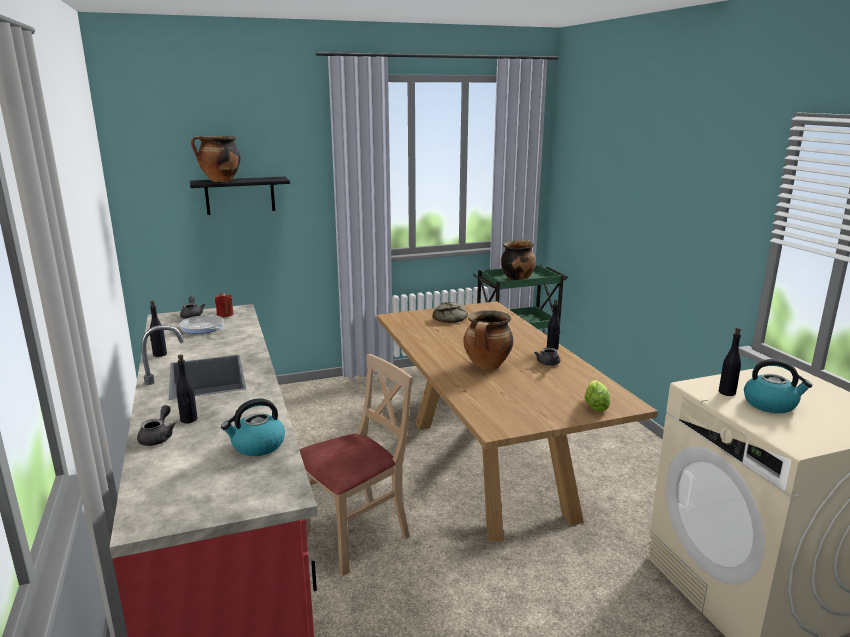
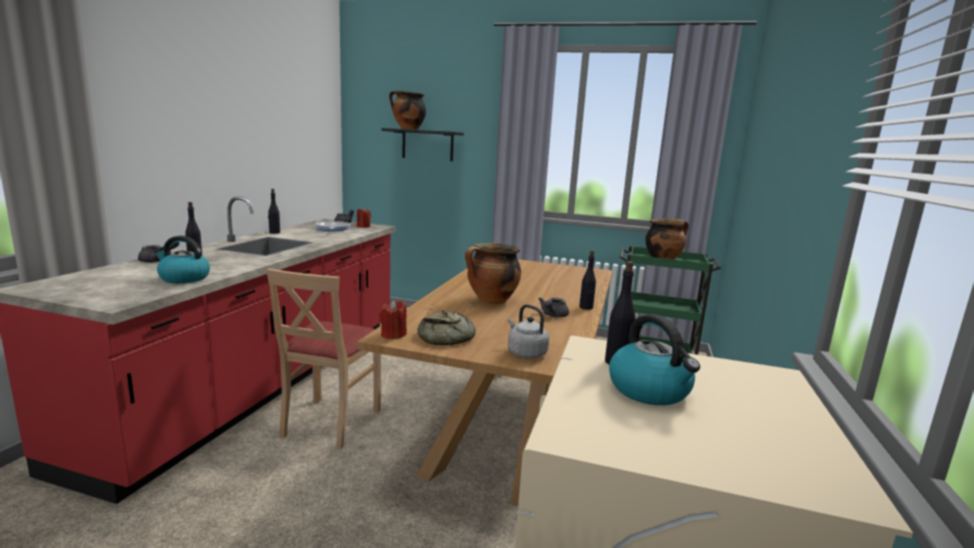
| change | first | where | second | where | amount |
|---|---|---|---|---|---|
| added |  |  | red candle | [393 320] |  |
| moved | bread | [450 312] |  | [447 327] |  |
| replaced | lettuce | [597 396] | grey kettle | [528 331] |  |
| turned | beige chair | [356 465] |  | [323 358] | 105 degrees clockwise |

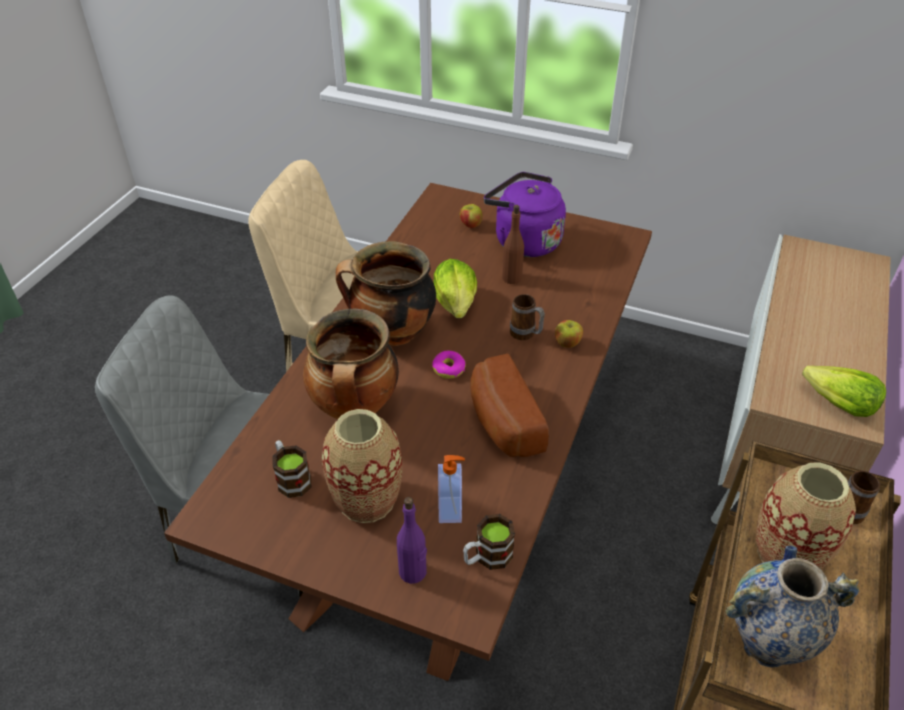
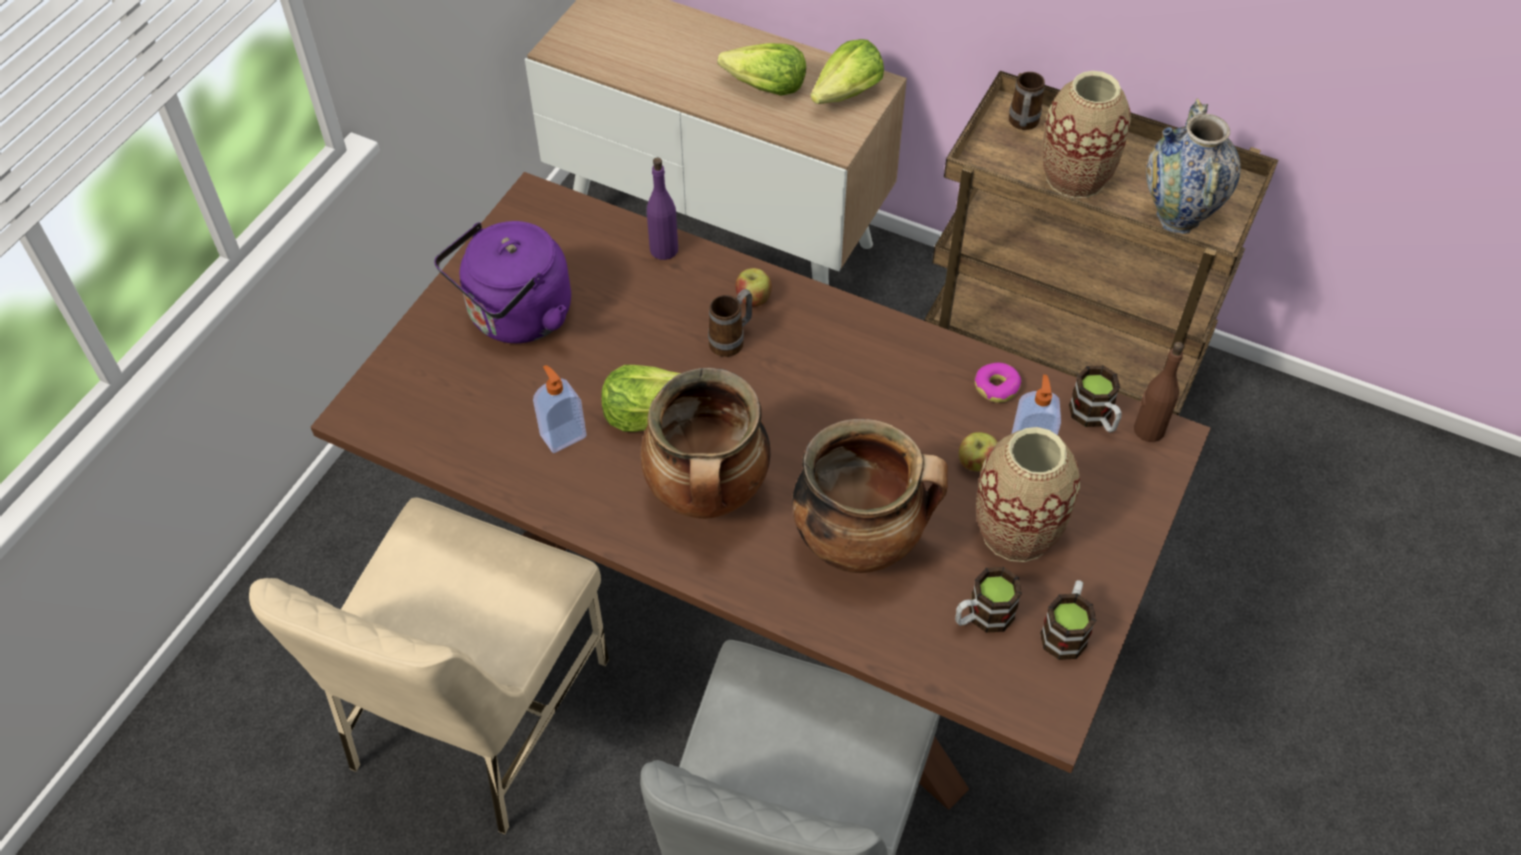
| change | first | where | second | where | amount |
|---|---|---|---|---|---|
| removed | bread | [509 405] |  |  |  |
| added |  |  | soap dispenser | [560 409] |  |
| added |  |  | lettuce | [761 69] |  |
| added |  |  | mug | [1068 620] |  |
| moved | purple bottle | [412 540] |  | [662 209] |  |
| moved | donut | [449 365] |  | [998 383] |  |
| moved | apple | [471 216] |  | [978 451] |  |
| moved | brown bottle | [513 244] |  | [1159 392] |  |

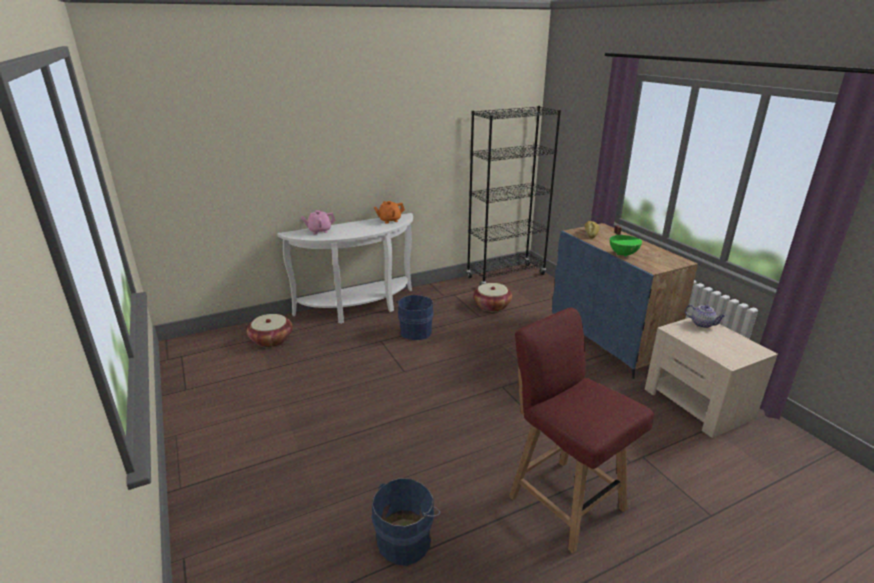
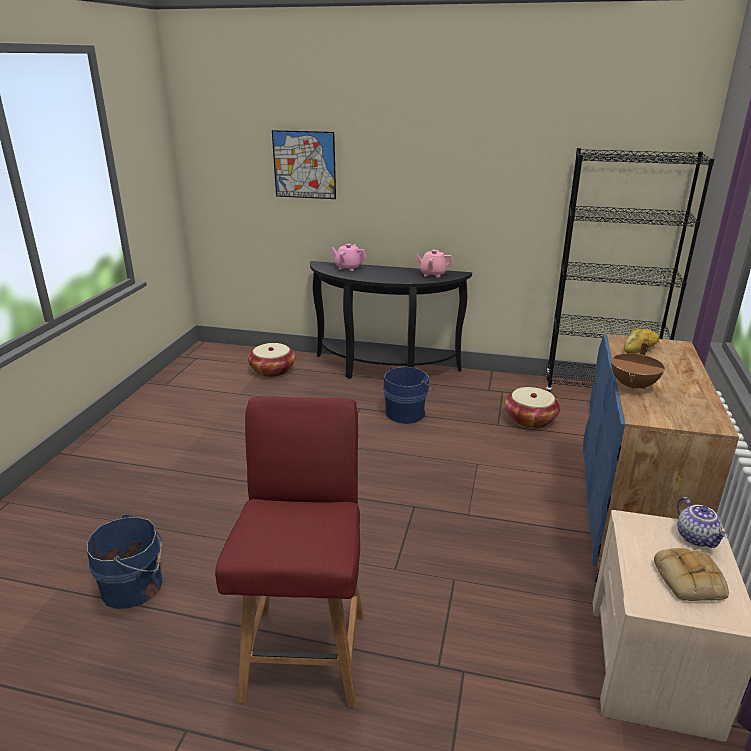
| change | first | where | second | where | amount |
|---|---|---|---|---|---|
| added |  |  | picture | [304 164] |  |
| added |  |  | bread | [691 574] |  |
| recoloured | white console table | [345 268] | black console table | [391 319] |  |
| recoloured | orange teapot | [389 212] | pink teapot | [433 264] |  |
| recoloured | green cooking pot | [626 241] | brown cooking pot | [638 365] |  |

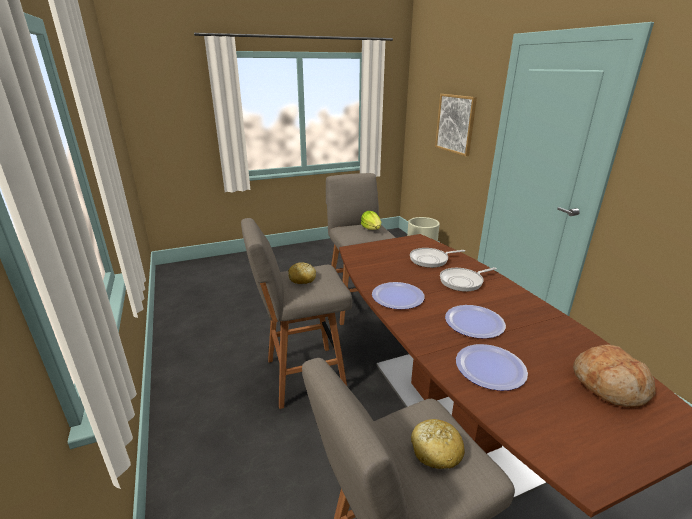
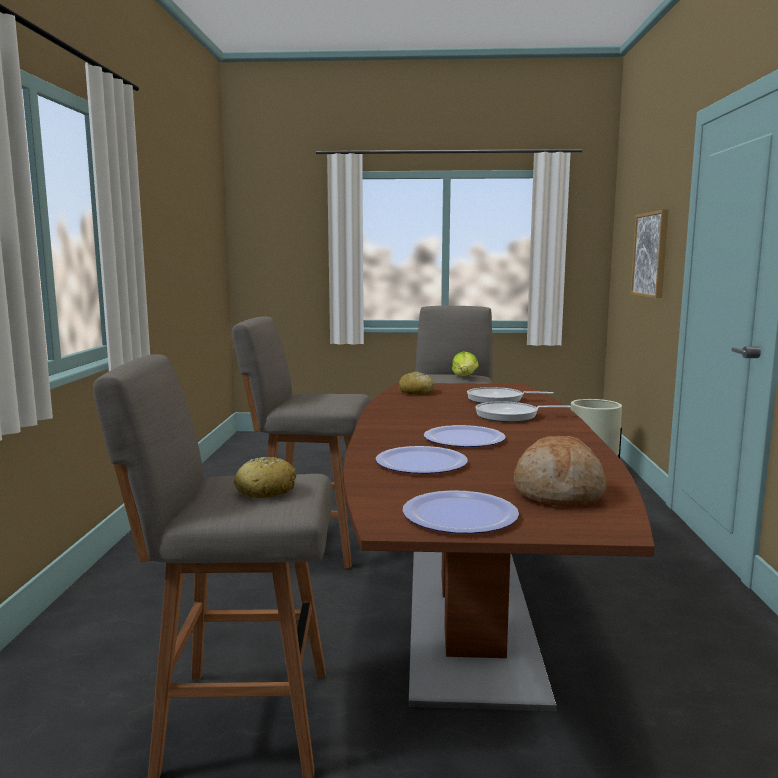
| change | first | where | second | where | amount |
|---|---|---|---|---|---|
| moved | bread | [302 273] |  | [416 383] |  |
| moved | plate | [398 295] |  | [461 512] |  |

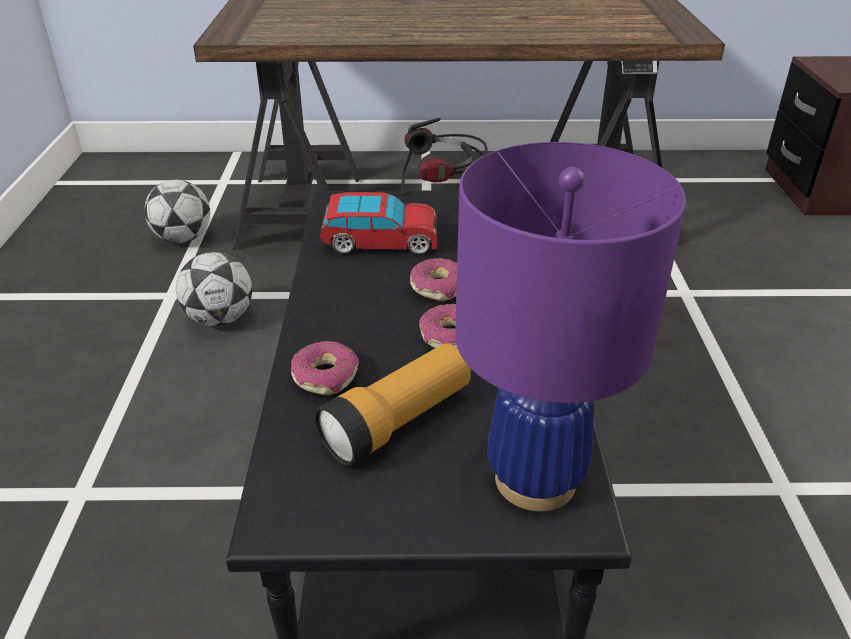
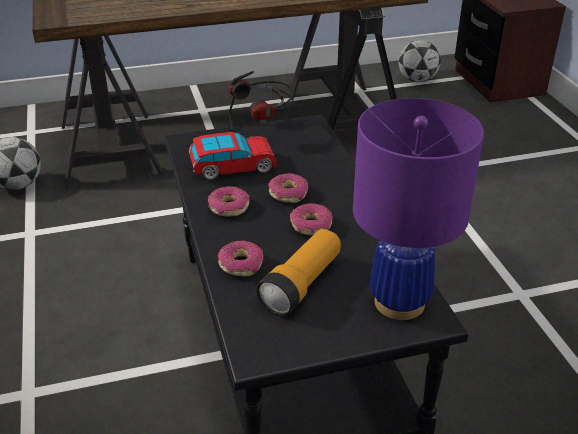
| change | first | where | second | where | amount |
|---|---|---|---|---|---|
| added |  |  | donut | [228 201] |  |
| moved | football | [214 289] |  | [419 61] |  |

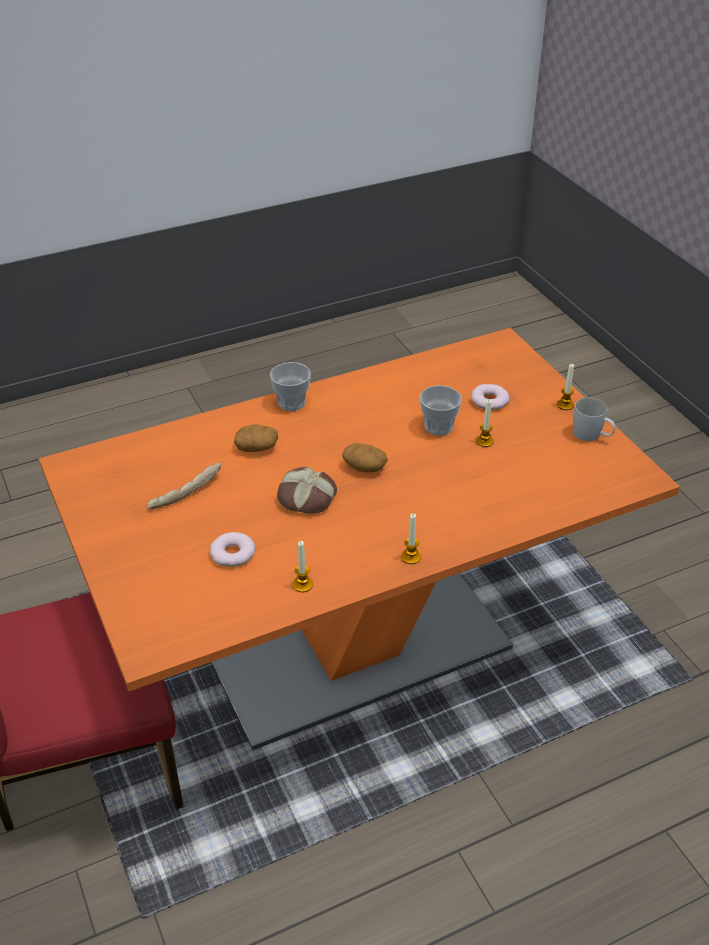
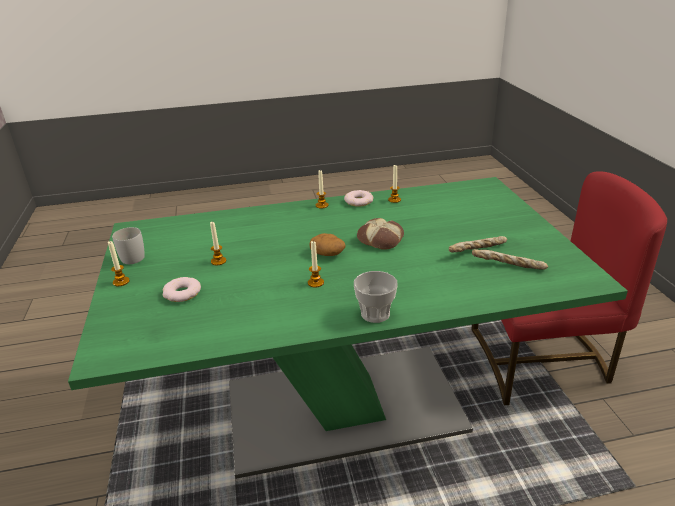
| change | first | where | second | where | amount |
|---|---|---|---|---|---|
| removed | potato | [256 438] |  |  |  |
| removed | cup | [440 410] |  |  |  |
| added |  |  | candle | [316 264] |  |
| added |  |  | bread | [510 259] |  |
| moved | donut | [232 549] |  | [359 198] |  |
| recoloured | orange dining table | [359 539] | green dining table | [348 328] |  |

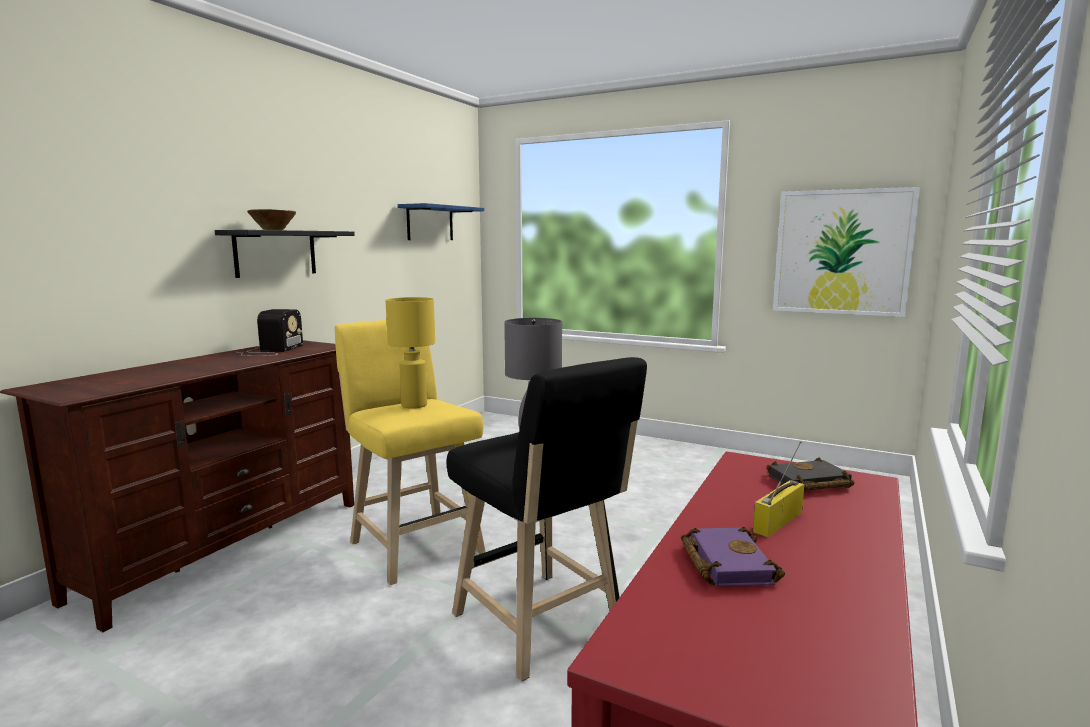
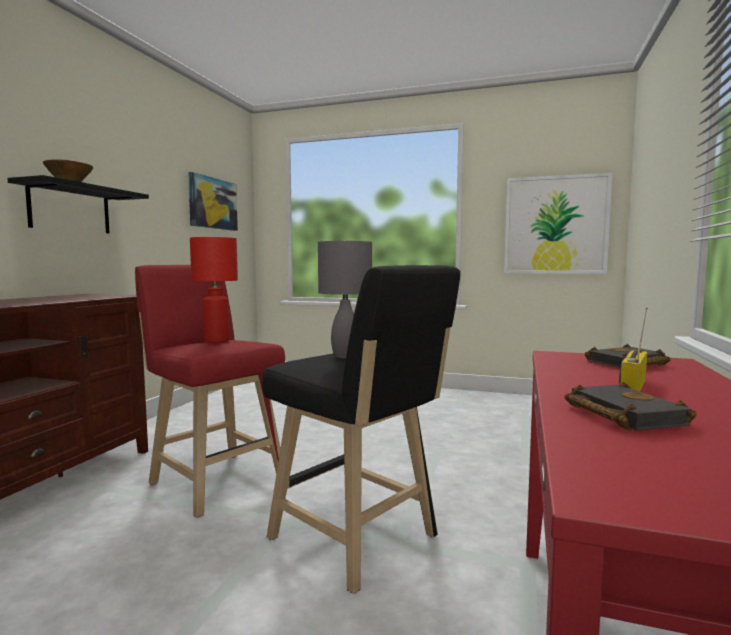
| change | first | where | second | where | amount |
|---|---|---|---|---|---|
| removed | radio | [271 332] |  |  |  |
| replaced | blue shelf | [441 221] | picture | [213 201] |  |
| recoloured | yellow stool | [410 452] | red stool | [210 391] |  |
| recoloured | yellow table lamp | [410 353] | red table lamp | [214 290] |  |
| recoloured | purple book | [733 556] | black book | [630 406] |  |

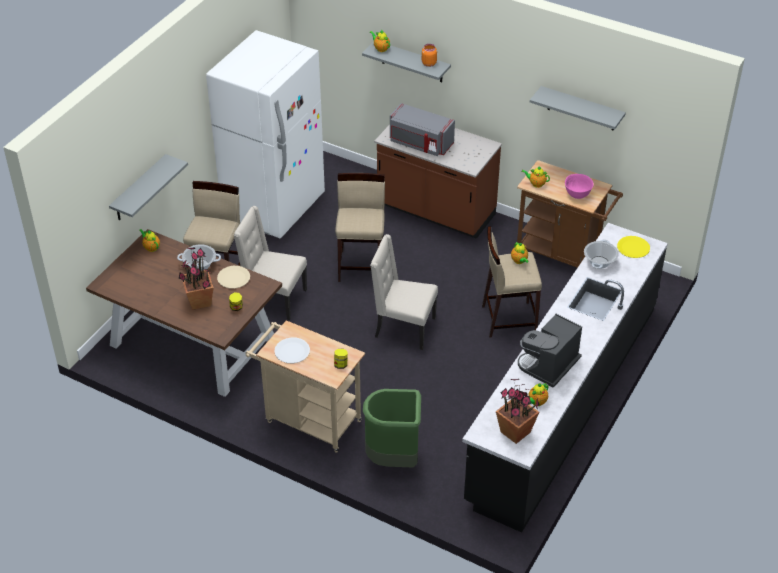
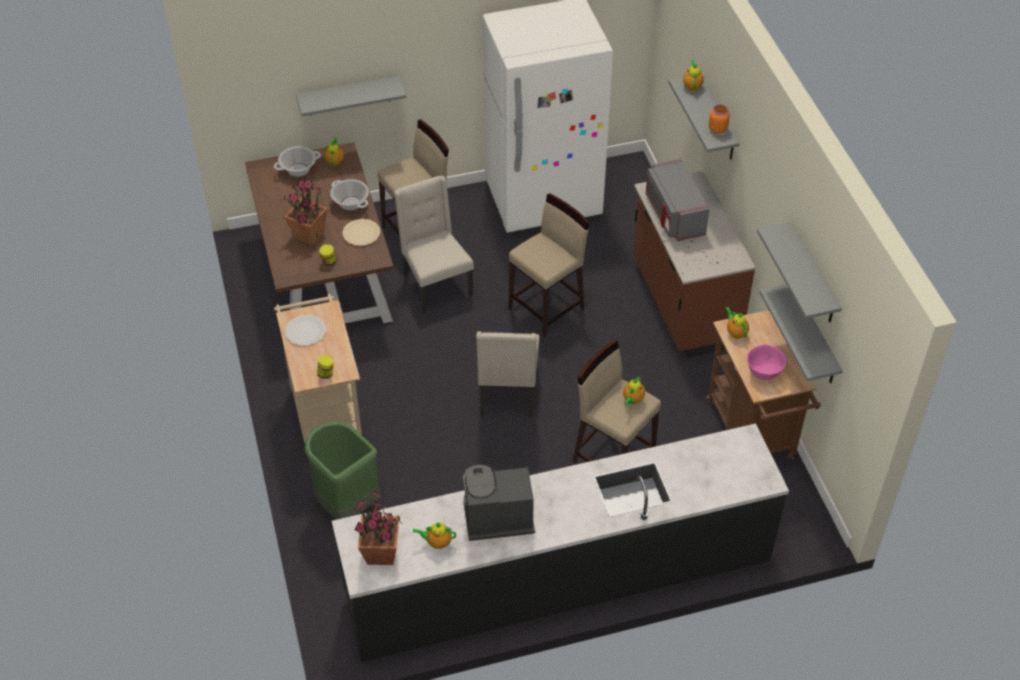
| change | first | where | second | where | amount |
|---|---|---|---|---|---|
| removed | yellow plate | [633 247] |  |  |  |
| added |  |  | grey shelf | [801 333] |  |
| moved | cooking pot | [601 254] |  | [297 161] |  |
| turned | beige chair | [404 292] |  | [508 373] | 150 degrees counterclockwise |

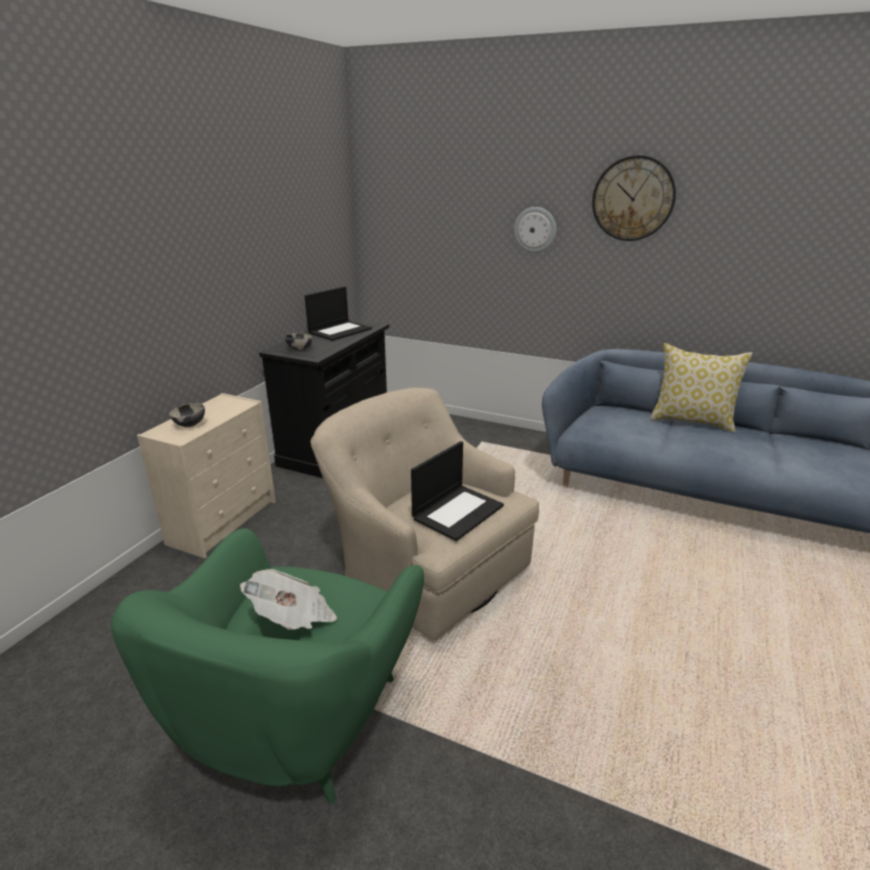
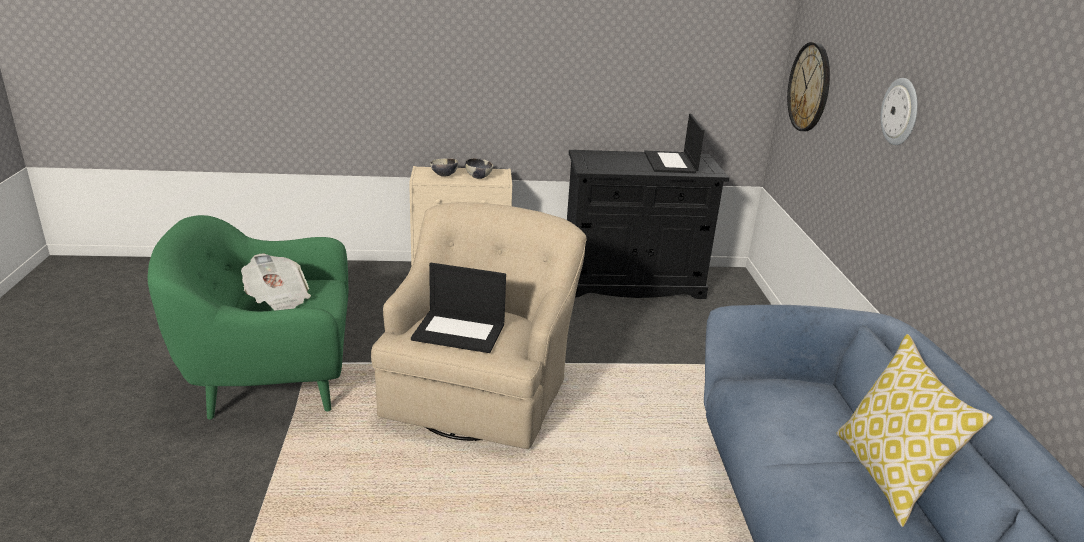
| change | first | where | second | where | amount |
|---|---|---|---|---|---|
| moved | bowl | [299 342] |  | [479 168] |  |
| moved | wall clock | [634 198] |  | [808 86] |  |
| turned | laptop | [338 314] |  | [674 143] | 75 degrees clockwise |

